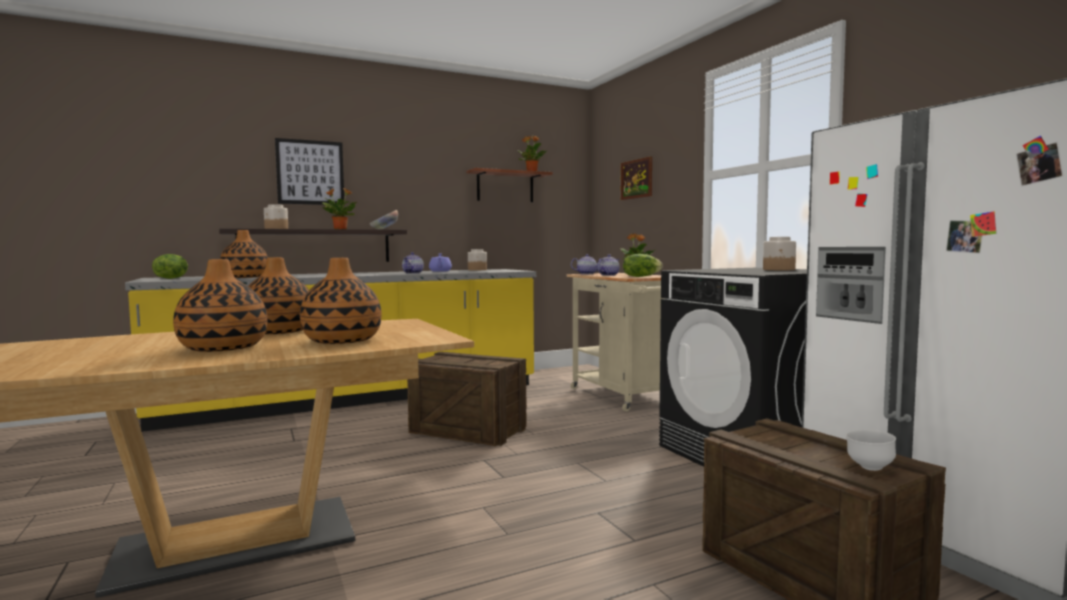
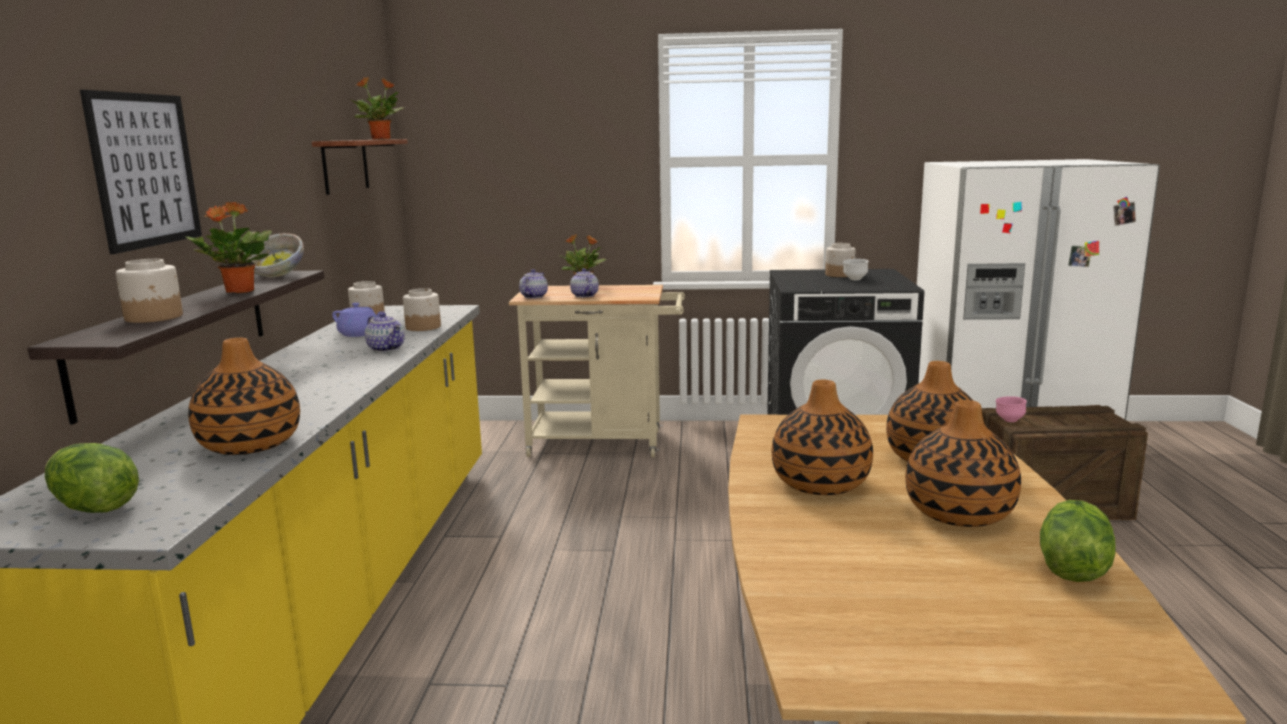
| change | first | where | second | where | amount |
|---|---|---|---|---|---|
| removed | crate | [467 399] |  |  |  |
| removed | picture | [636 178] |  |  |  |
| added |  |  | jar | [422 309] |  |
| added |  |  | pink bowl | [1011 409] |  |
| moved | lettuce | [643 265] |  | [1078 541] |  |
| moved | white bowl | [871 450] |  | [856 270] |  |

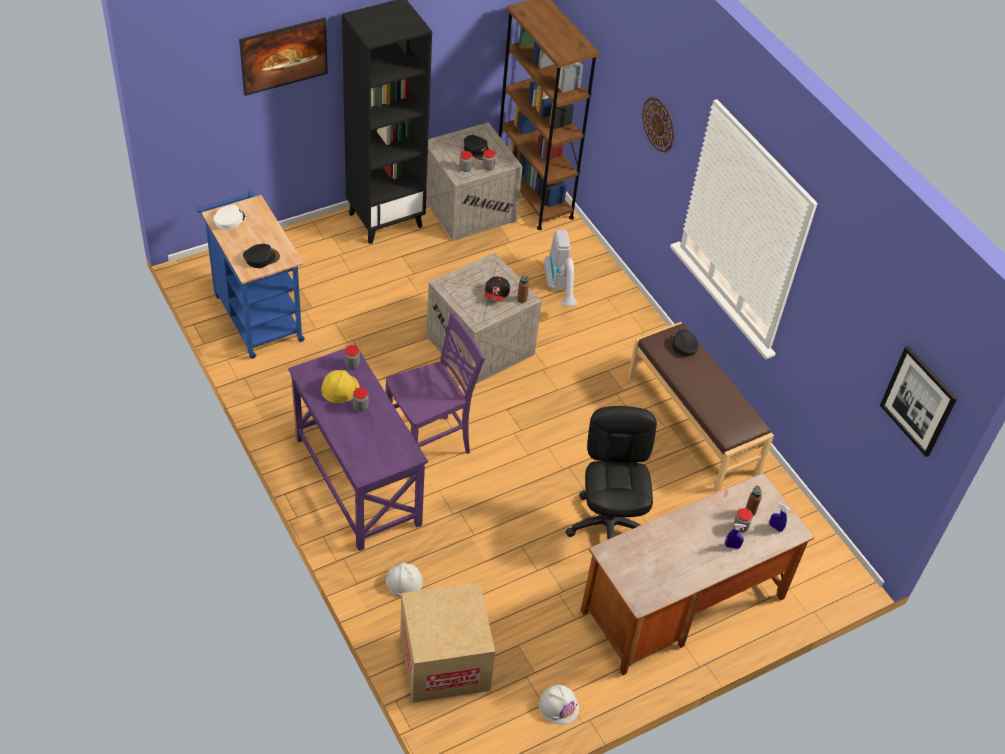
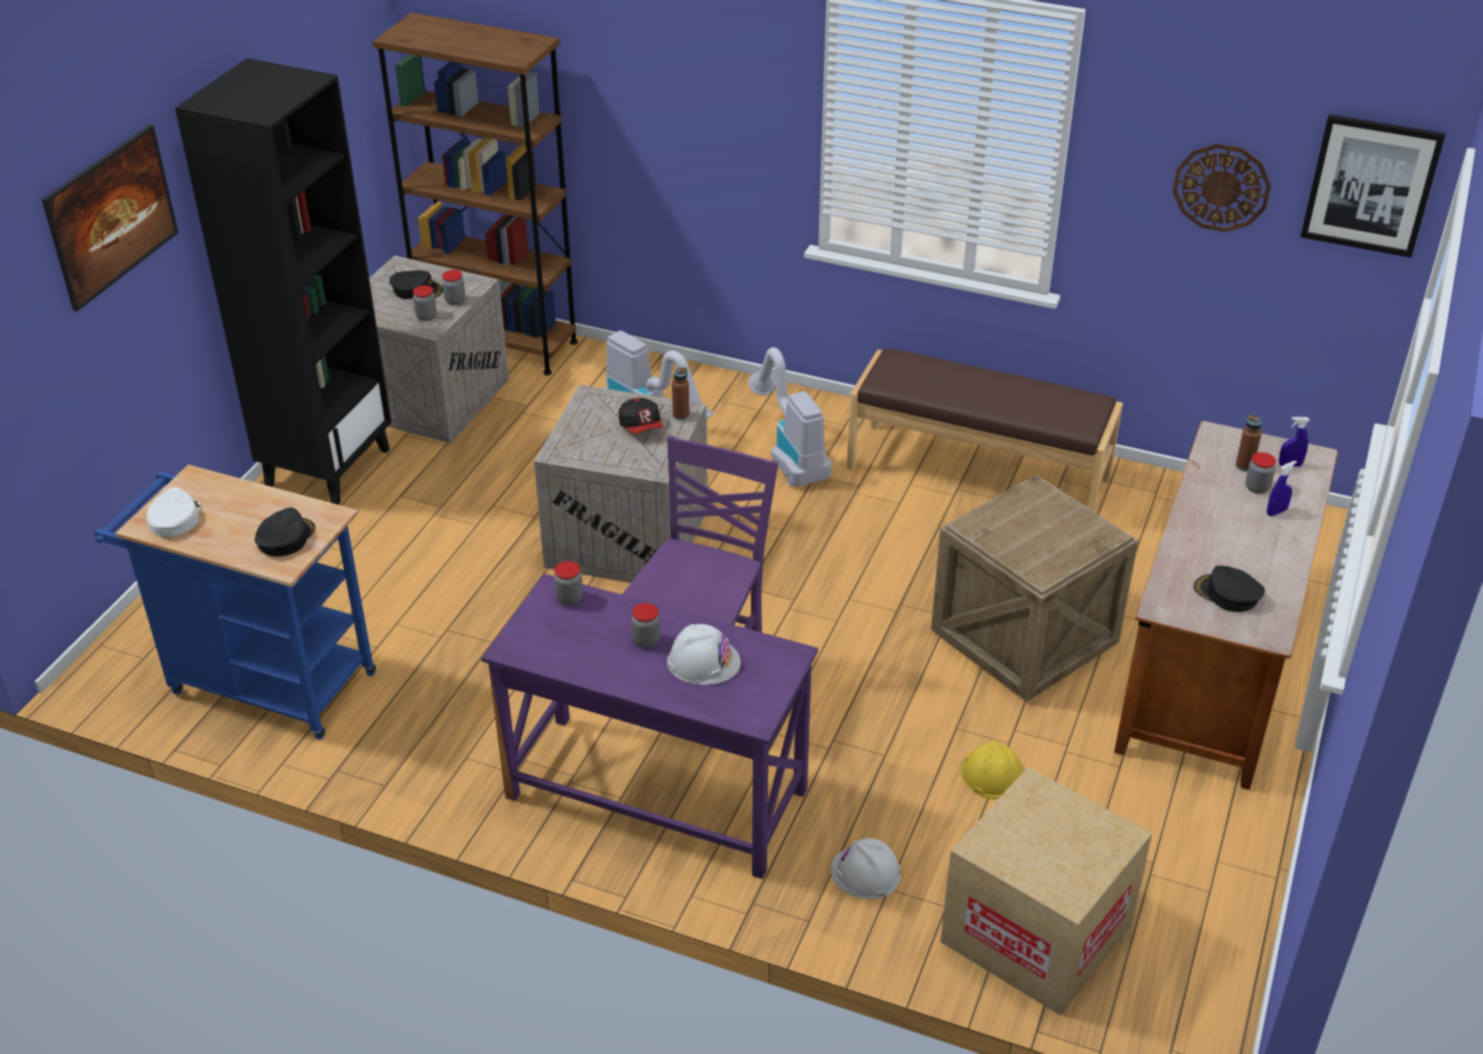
| change | first | where | second | where | amount |
|---|---|---|---|---|---|
| added |  |  | vacuum cleaner | [790 417] |  |
| moved | yellow hard hat | [340 386] |  | [992 769] |  |
| moved | white hard hat | [559 705] |  | [704 654] |  |
| moved | wall clock | [658 125] |  | [1222 188] |  |
| moved | black cap | [684 342] |  | [1229 589] |  |
| replaced | black office chair | [611 472] | crate | [1034 588] |  |

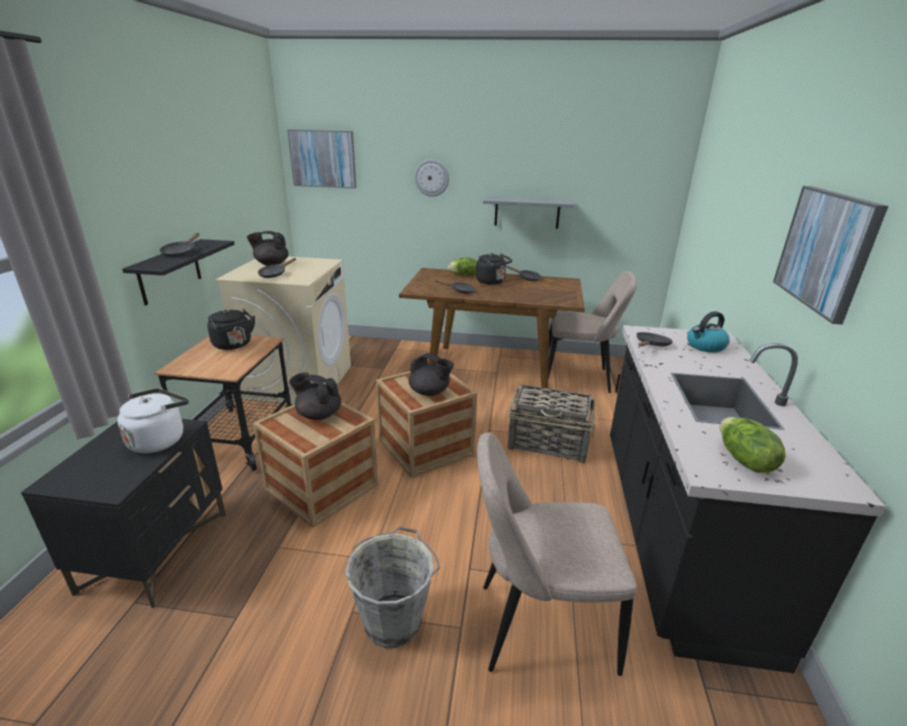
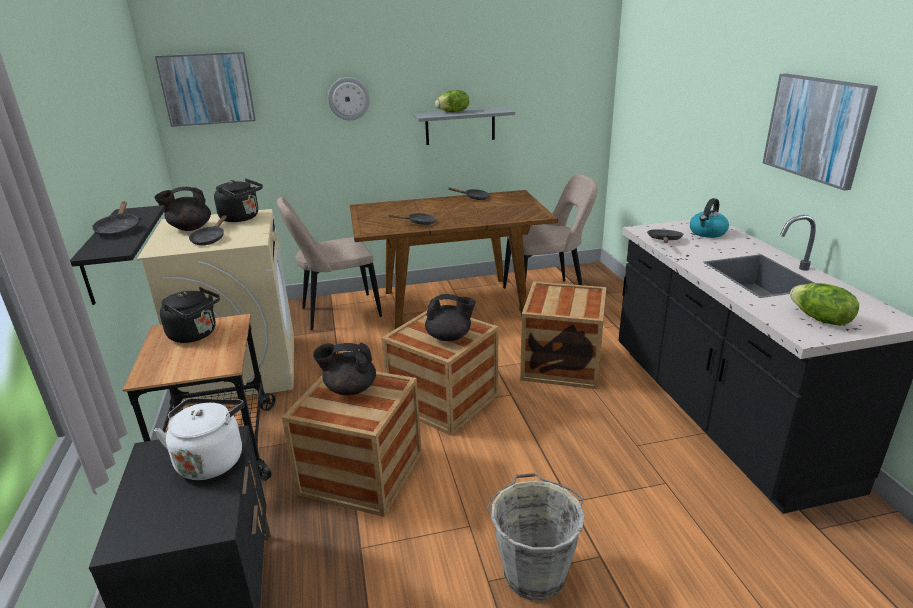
| change | first | where | second | where | amount |
|---|---|---|---|---|---|
| moved | lettuce | [462 266] |  | [452 101] |  |
| moved | black kettle | [494 269] |  | [238 200] |  |
| moved | beige chair | [557 554] |  | [329 263] |  |
| replaced | basket | [551 423] | crate | [563 335] |  |

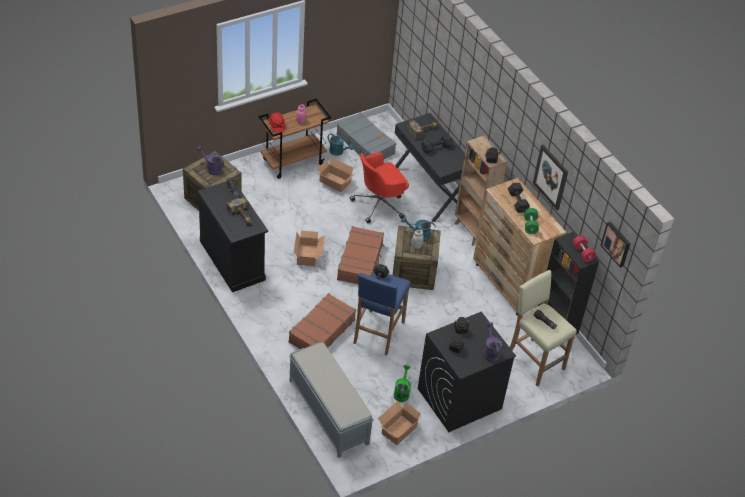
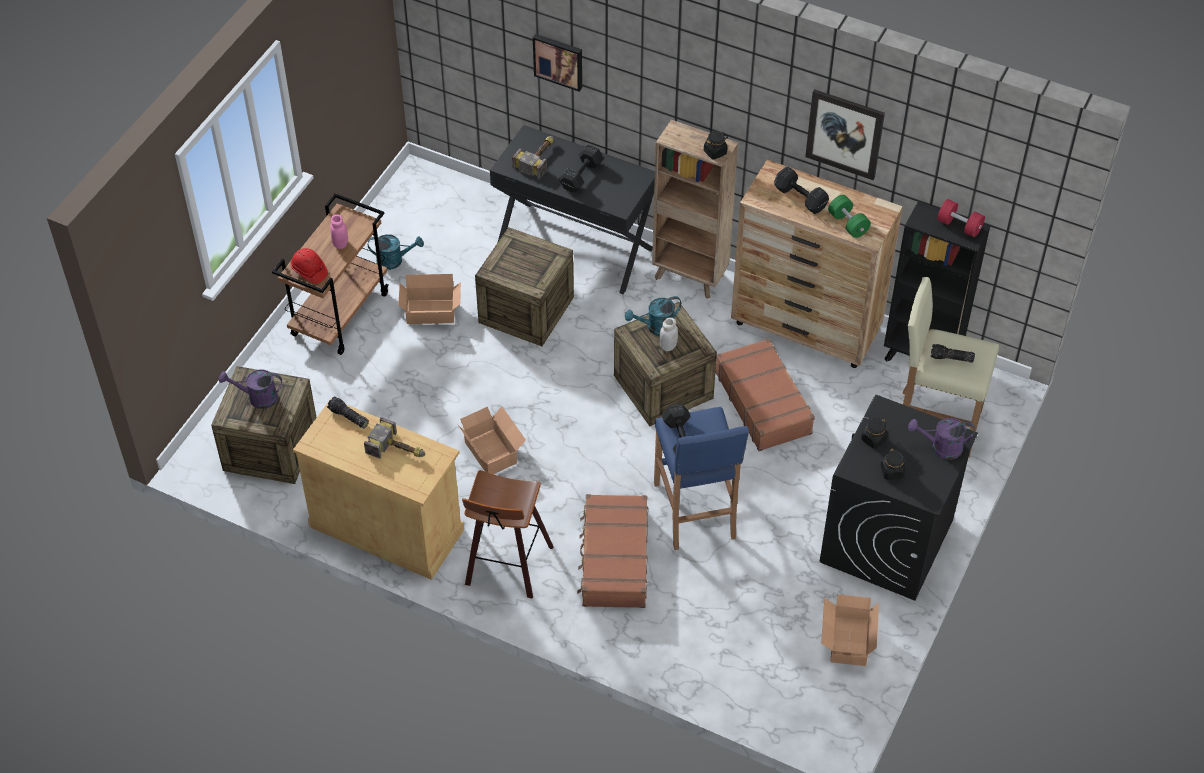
| change | first | where | second | where | amount |
|---|---|---|---|---|---|
| removed | grey bench | [331 400] |  |  |  |
| removed | grey suitcase | [366 135] |  |  |  |
| removed | green watering can | [402 383] |  |  |  |
| added |  |  | stool | [508 534] |  |
| moved | brown suitcase | [361 255] |  | [765 394] |  |
| moved | picture | [615 245] |  | [557 63] |  |
| replaced | red office chair | [379 187] | crate | [524 286] |  |
| recoloured | black cabinet | [233 236] | beige cabinet | [378 489] |  |
| turned | purple watering can | [492 342] |  | [941 439] | 45 degrees counterclockwise |

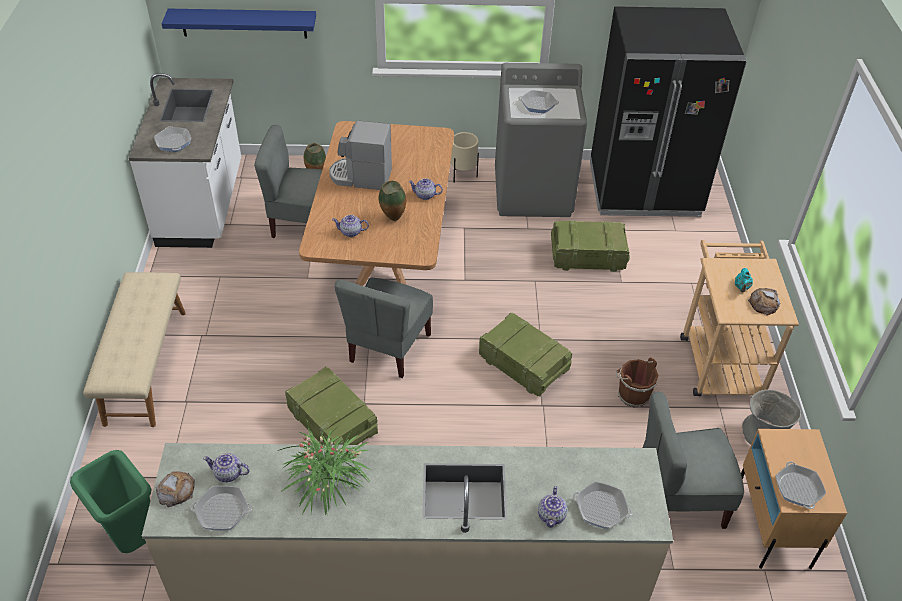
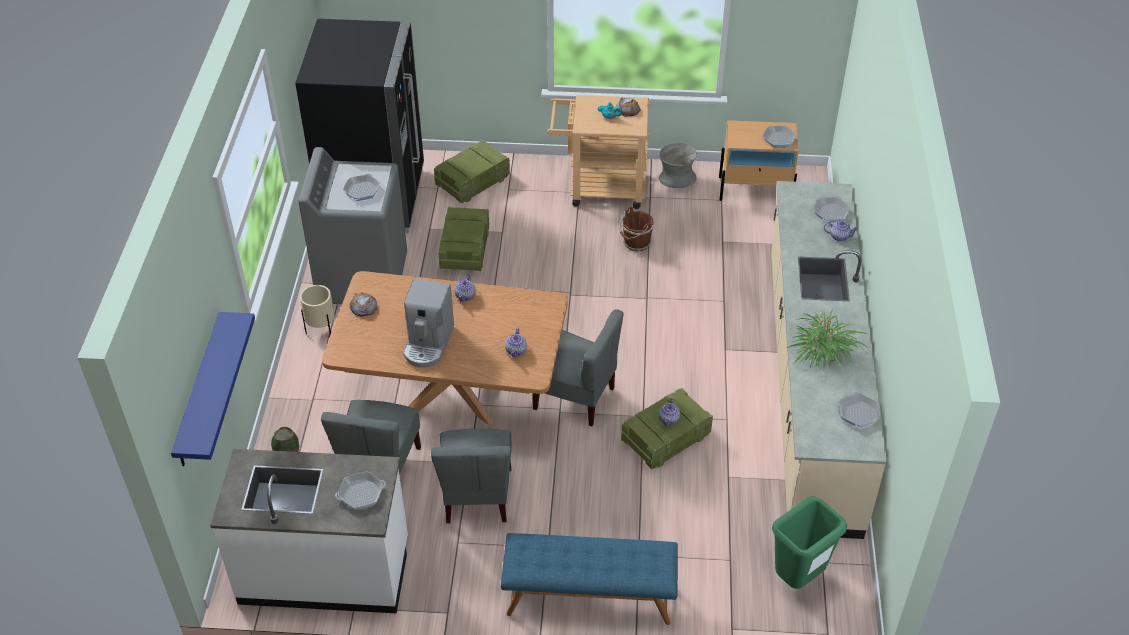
| change | first | where | second | where | amount |
|---|---|---|---|---|---|
| removed | vase | [392 201] |  |  |  |
| moved | bread | [175 489] |  | [364 304] |  |
| moved | teapot | [226 467] |  | [669 412] |  |
| moved | crate | [525 354] |  | [472 171] |  |
| moved | grey chair | [693 460] |  | [471 476] |  |
| recoloured | beige bench | [134 349] | blue bench | [589 579] |  |

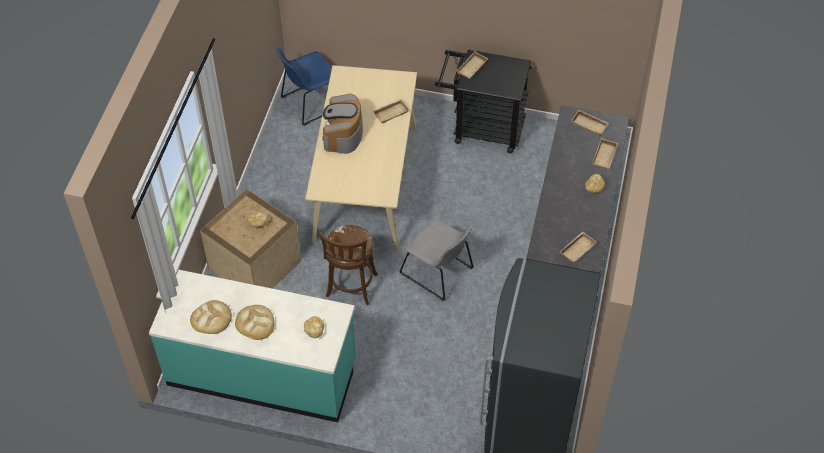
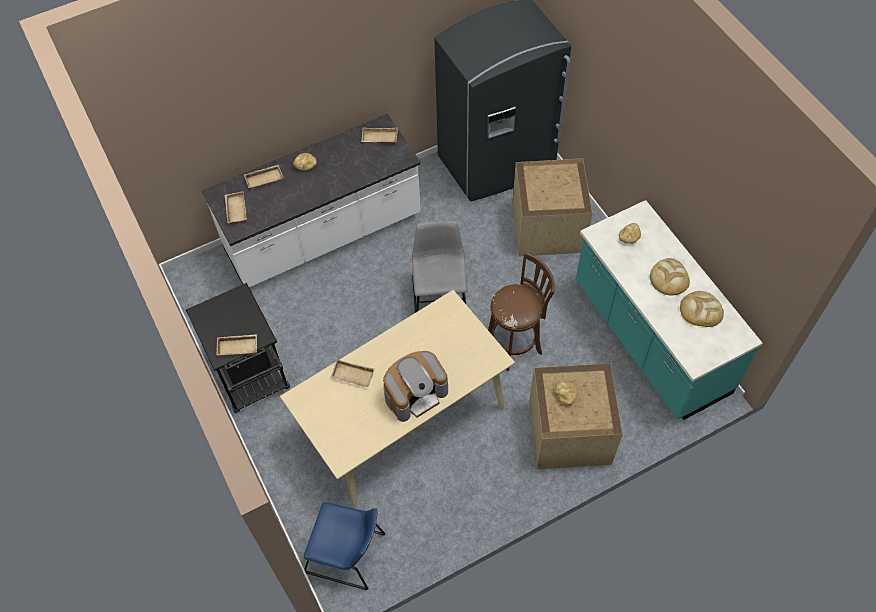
| change | first | where | second | where | amount |
|---|---|---|---|---|---|
| added |  |  | crate | [552 207] |  |

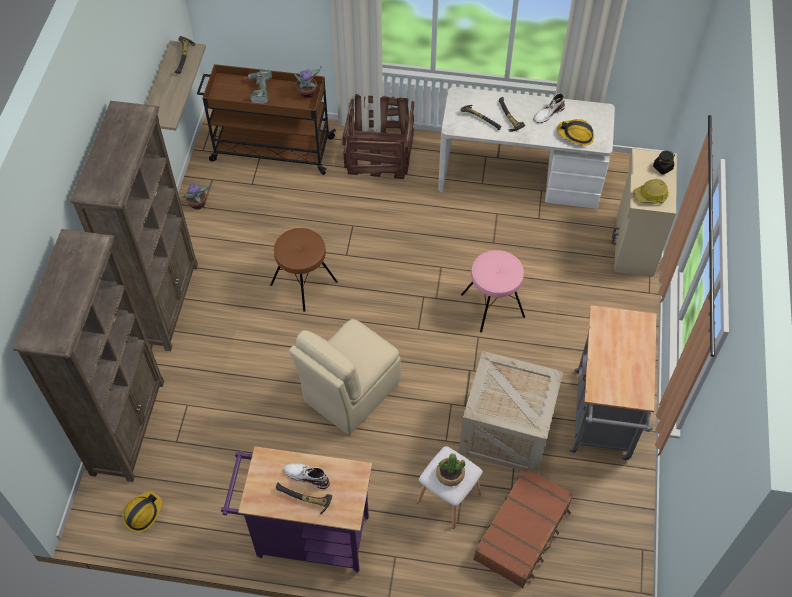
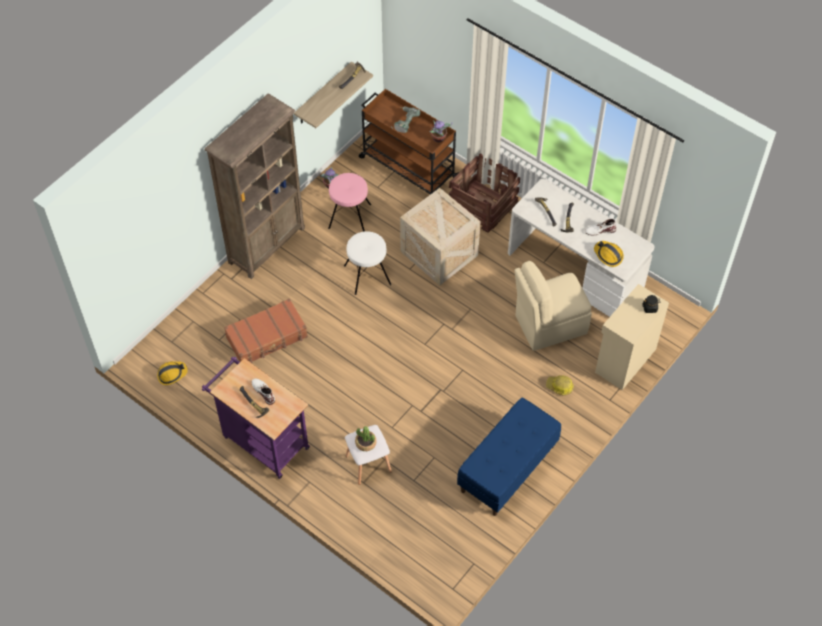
| change | first | where | second | where | amount |
|---|---|---|---|---|---|
| removed | brown bookcase | [88 355] |  |  |  |
| moved | beige chair | [345 377] |  | [553 306] |  |
| moved | crate | [511 412] |  | [440 236] |  |
| moved | pink stool | [493 291] |  | [349 202] |  |
| moved | brown suitcase | [523 527] |  | [266 330] |  |
| moved | hard hat | [651 191] |  | [560 385] |  |
| replaced | grey cart | [612 383] | blue bench | [509 457] |  |
| recoloured | brown stool | [304 270] | white stool | [367 263] |  |

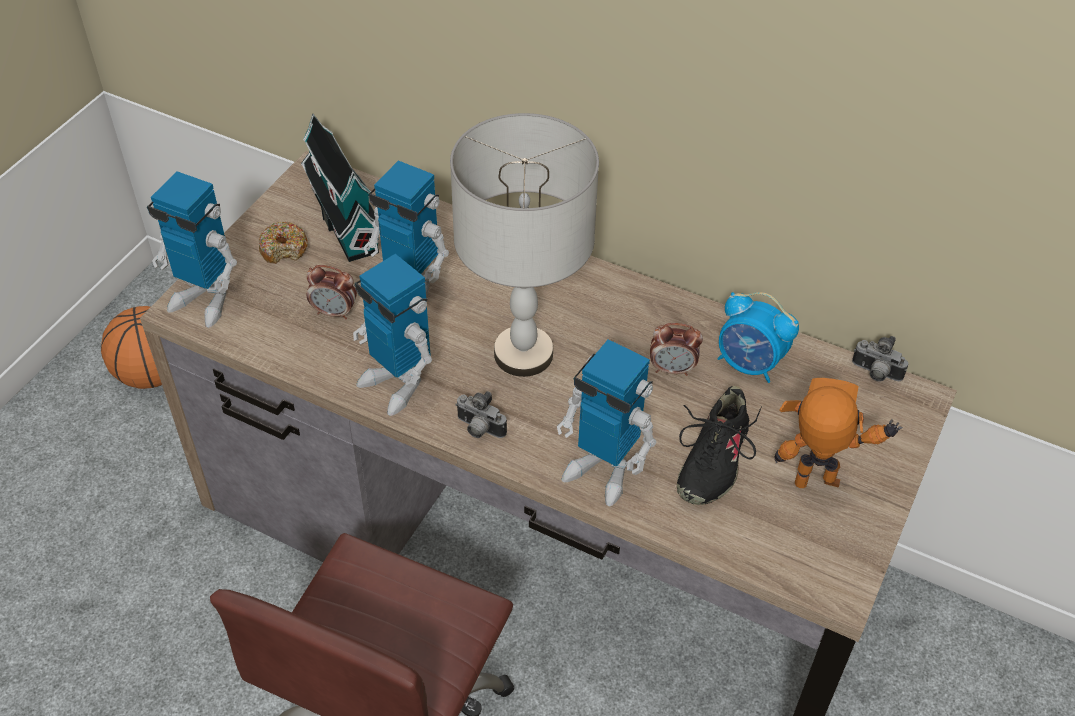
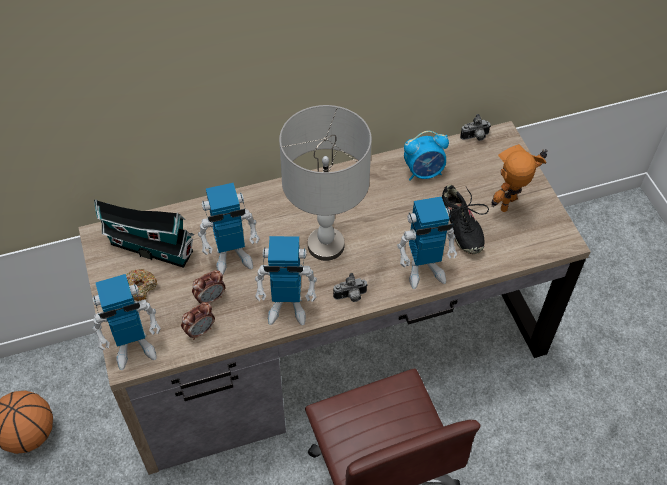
| change | first | where | second | where | amount |
|---|---|---|---|---|---|
| moved | alarm clock | [676 349] |  | [198 321] |  |

